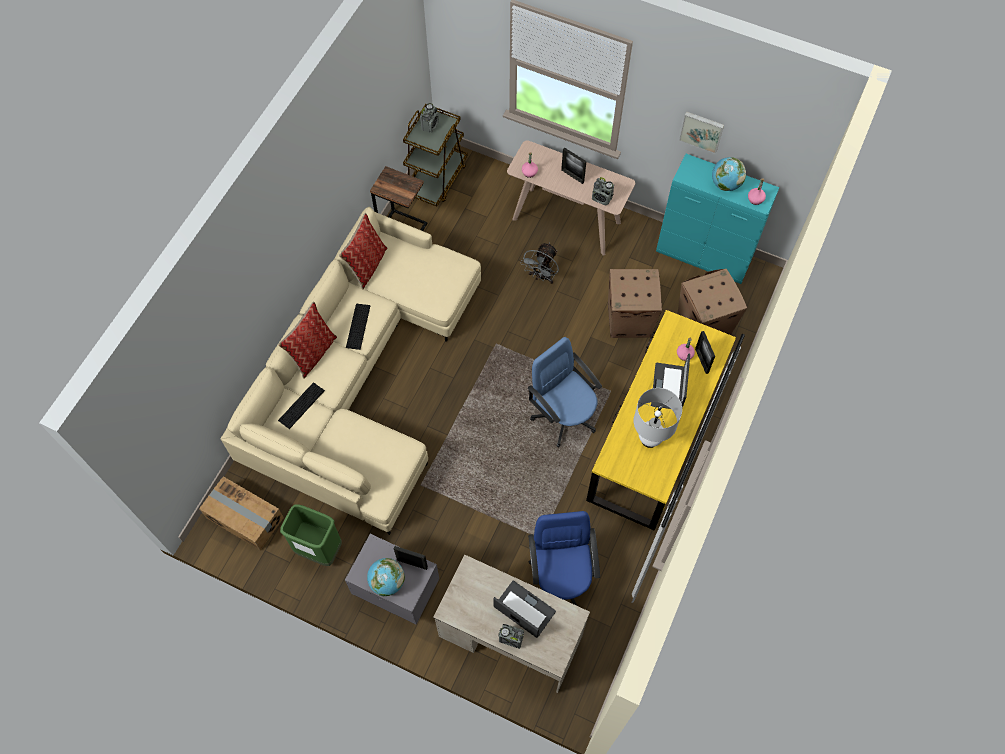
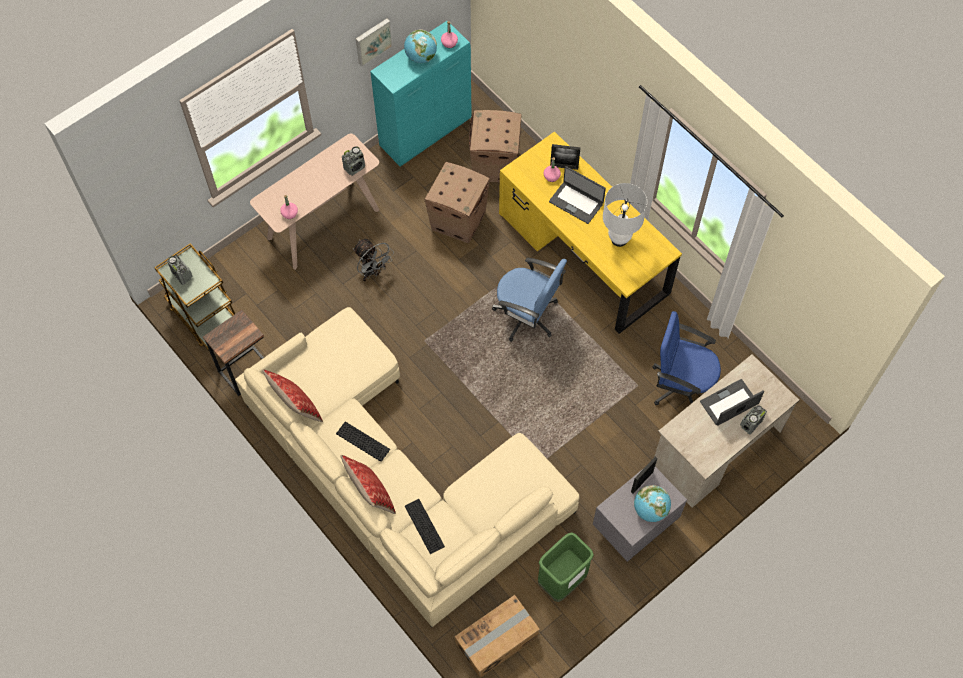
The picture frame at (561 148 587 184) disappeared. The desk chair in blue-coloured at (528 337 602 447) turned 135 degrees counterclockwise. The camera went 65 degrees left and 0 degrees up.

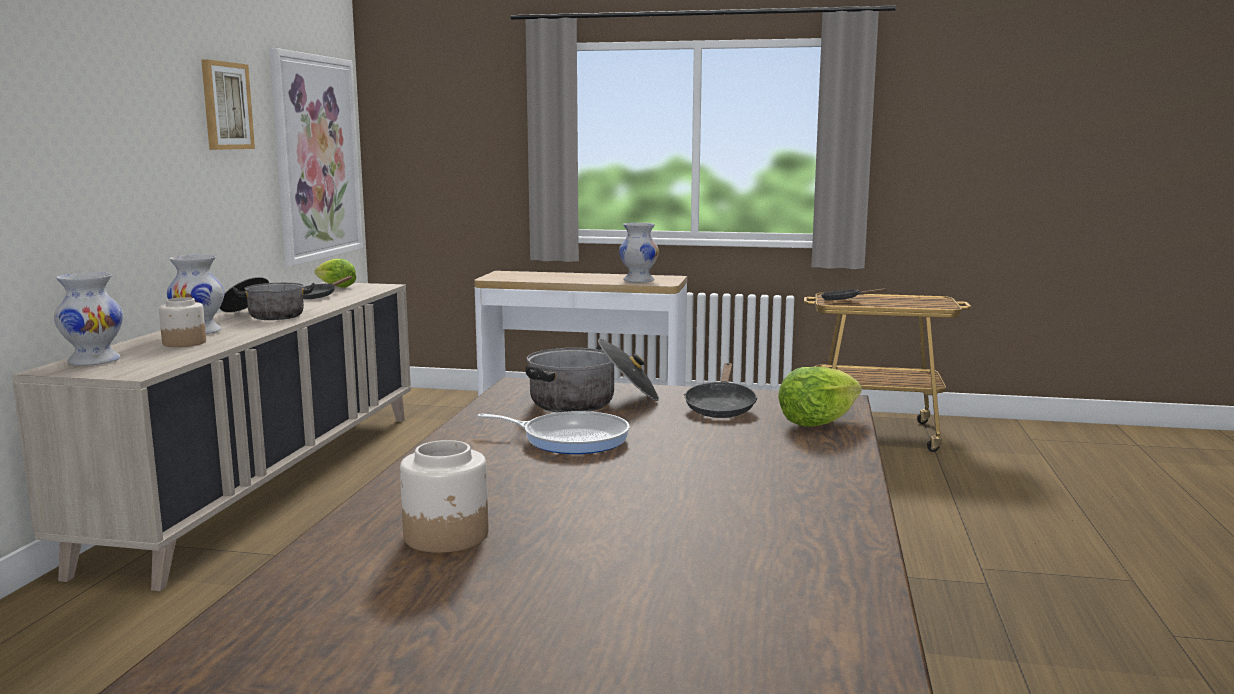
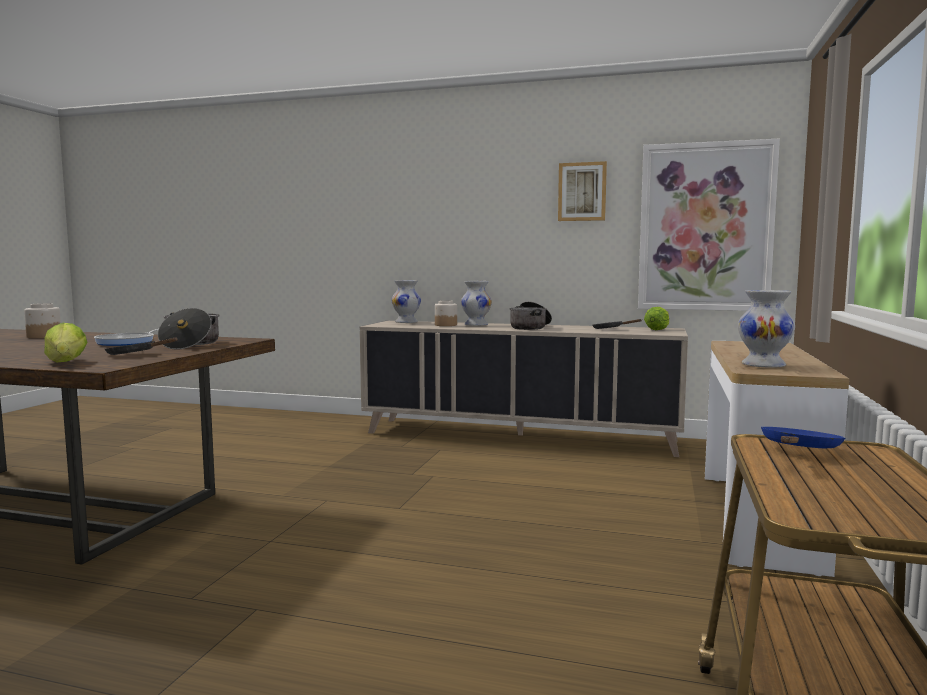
The frying pan in black at (821 288 887 300) became the frying pan in blue-coloured at (761 427 845 448). The camera went 95 degrees right and 5 degrees down.

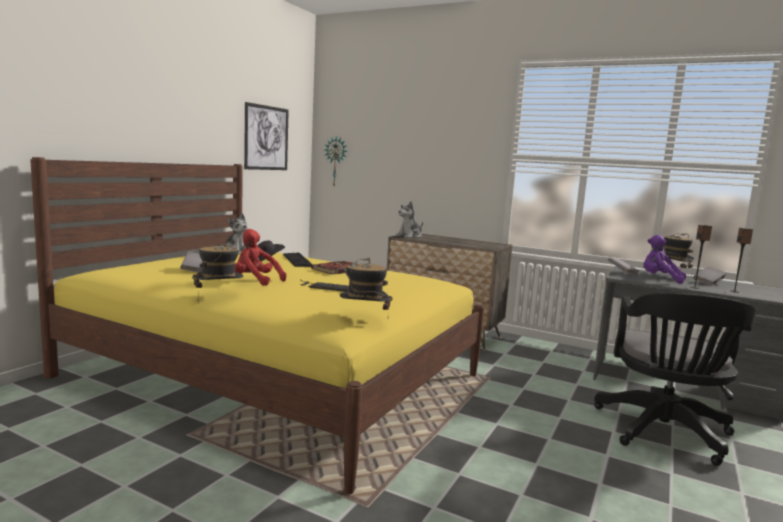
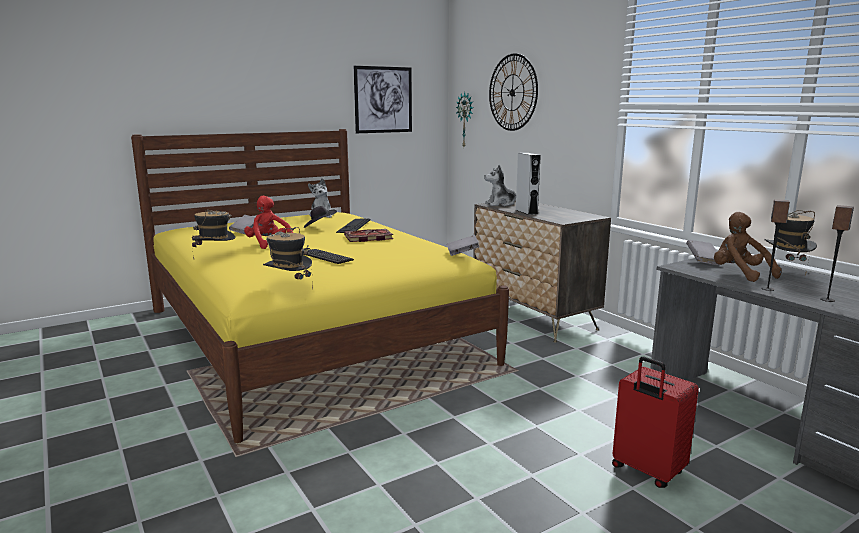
The wall clock at (489 53 538 131) appeared. The loudspeaker in greyish at (516 153 541 215) appeared. The book in greyish moved from (693 267 727 286) to (447 235 480 256). The desk chair in black at (594 293 756 466) was replaced by the suitcase in red-coloured at (612 356 699 488). The soft toy in purplish at (643 235 686 284) became the soft toy in brown-coloured at (714 212 782 282). The camera went 30 degrees right and 5 degrees up.

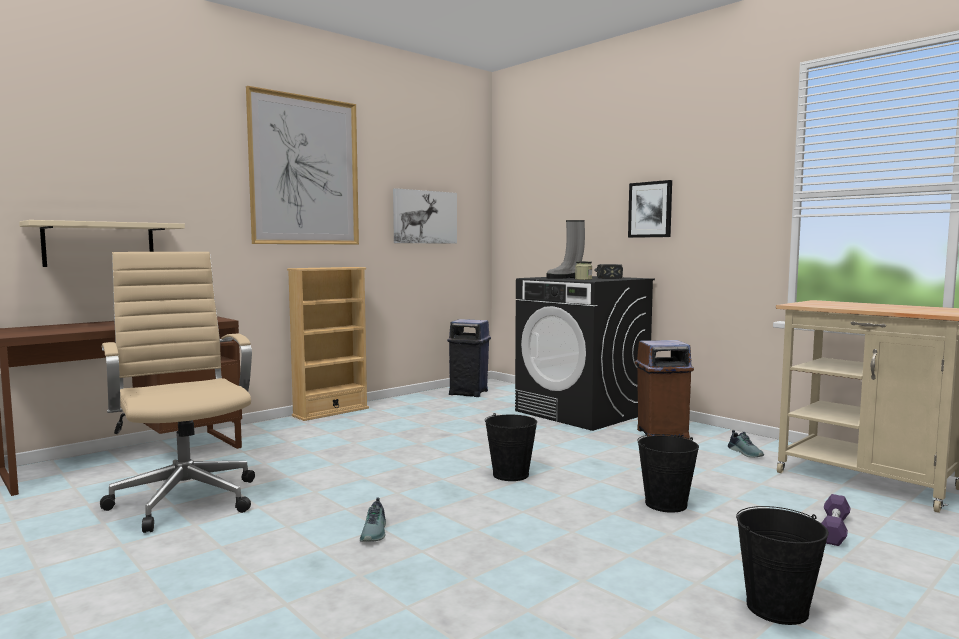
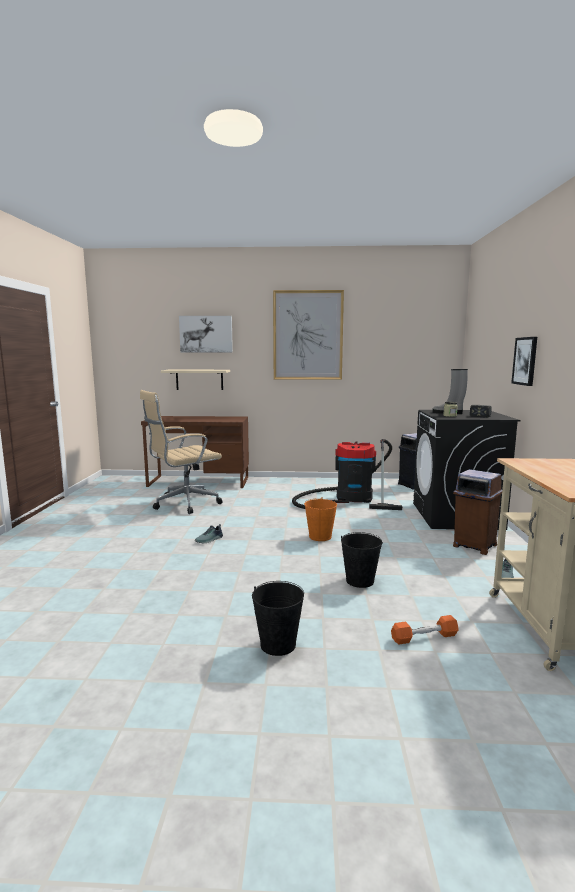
The shelving unit in sand-coloured at (287 267 369 421) disappeared. The vacuum at (292 439 402 510) appeared. The wall art moved from (393 188 457 244) to (179 316 233 352). The water bucket in black at (485 413 537 481) became the water bucket in orangey at (304 497 337 541). The dumbbell in purplish at (821 494 850 546) became the dumbbell in orangey at (391 615 458 645). The desk chair in sand-coloured at (100 252 255 533) turned 135 degrees counterclockwise. The camera went 45 degrees right and 5 degrees up.

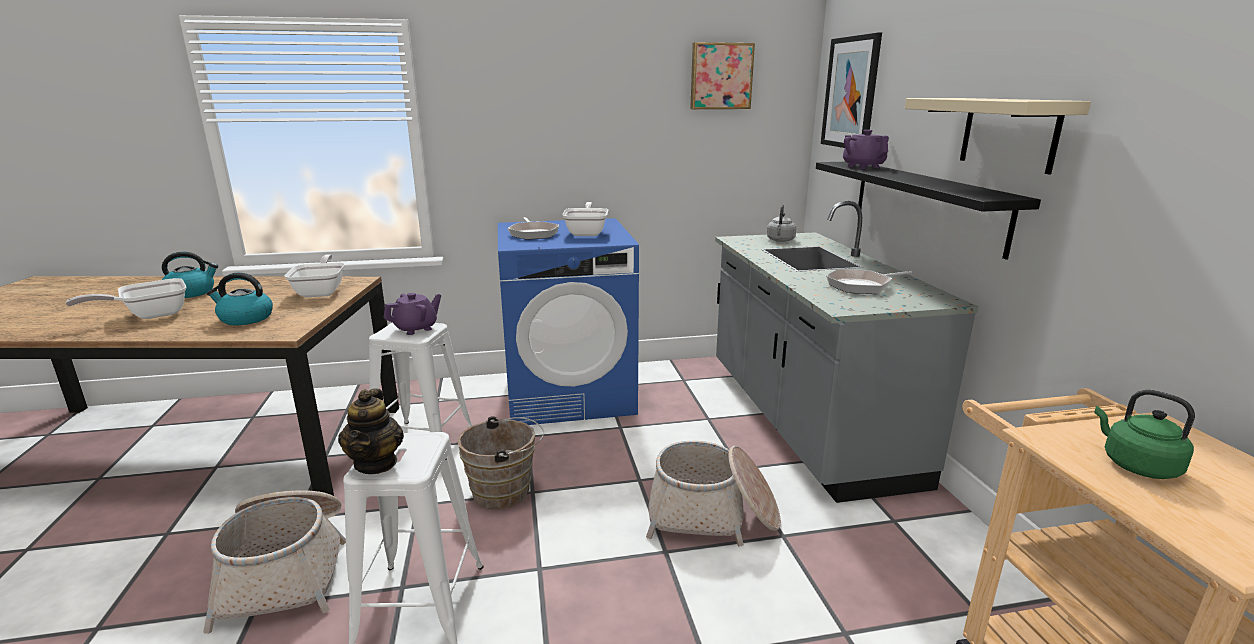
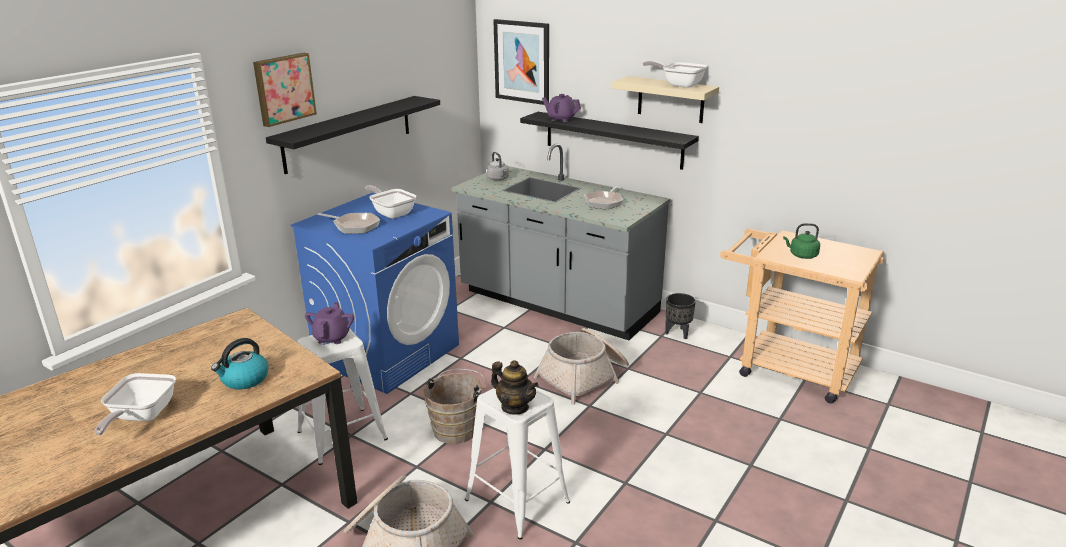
The tea kettle at (162 252 218 298) disappeared. The shelf in black at (266 96 440 174) appeared. The flower pot in black at (665 293 696 339) appeared. The frying pan moved from (285 254 345 297) to (643 61 707 88). The wall art moved from (690 42 755 109) to (253 53 317 127). The camera went 45 degrees left and 5 degrees up.

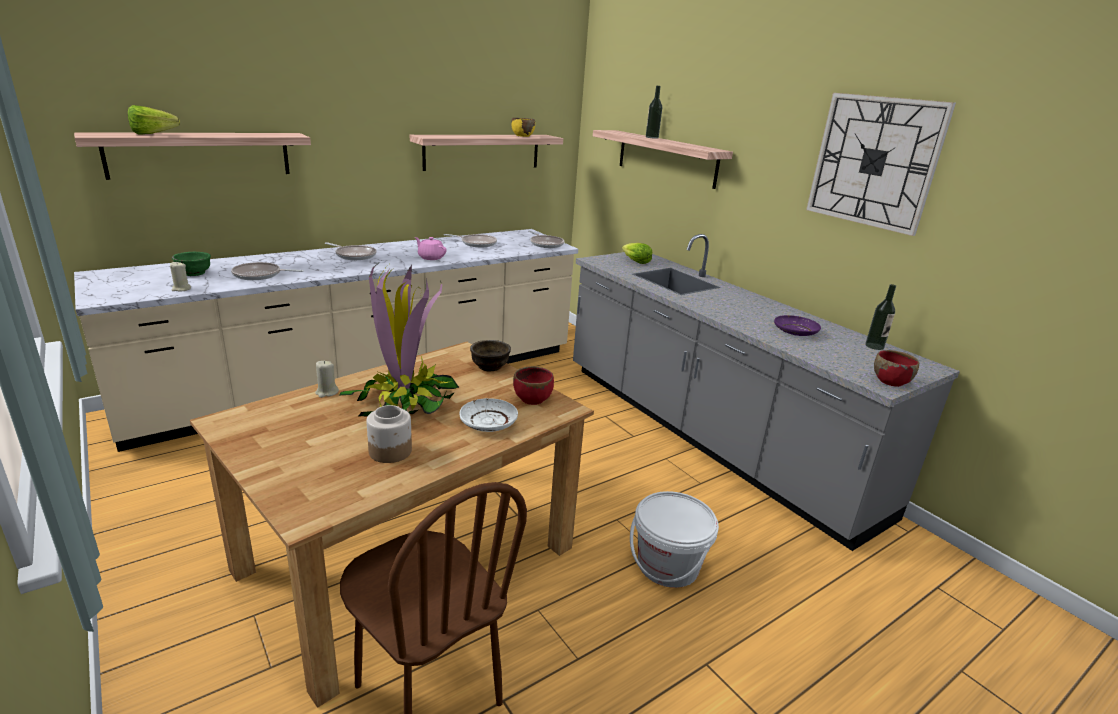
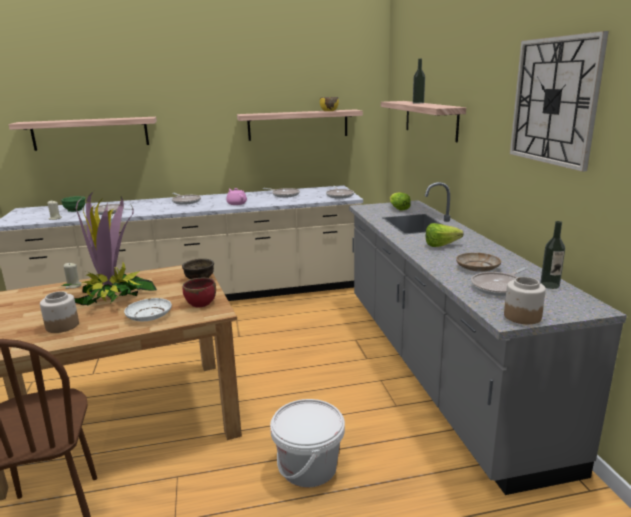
The frying pan at (471 267 528 296) appeared. The lettuce moved from (128 105 180 135) to (426 223 463 247). The serving bowl in red-coloured at (874 350 919 387) was replaced by the preserve jar at (504 277 546 324). The plate in purplish at (774 315 821 336) became the plate in sand-coloured at (456 253 501 272). The camera went 25 degrees right and 5 degrees down.

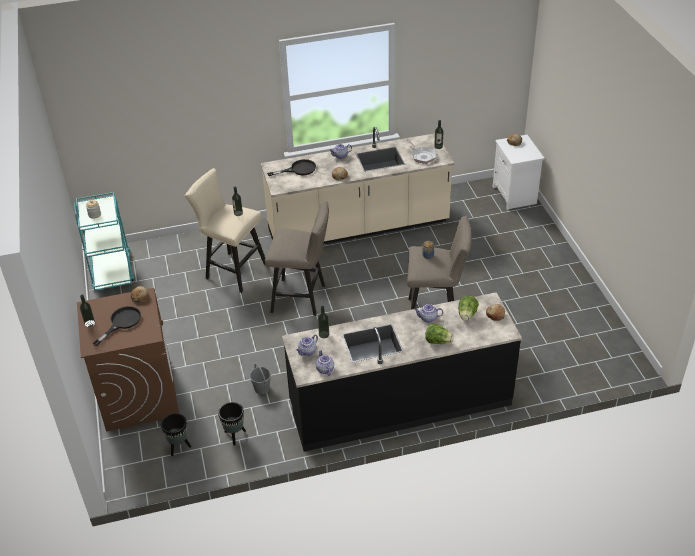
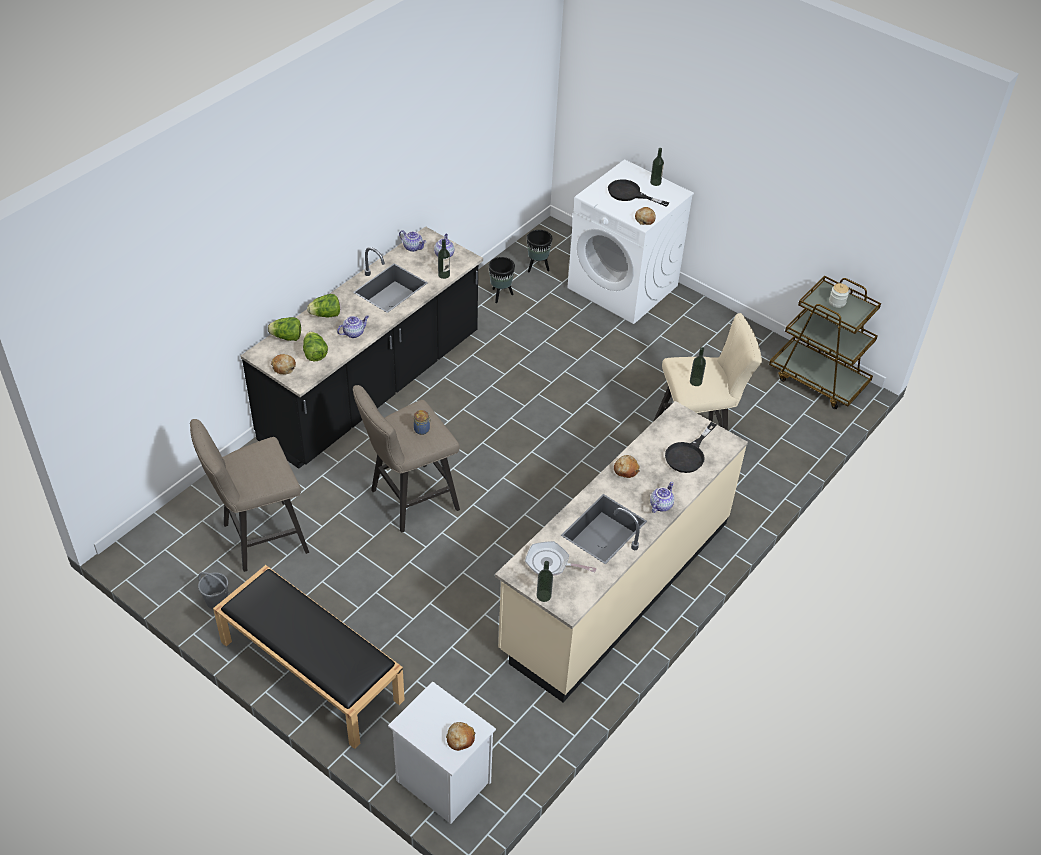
The long seat in black at (213 565 405 749) appeared. The lettuce at (268 317 301 341) appeared. The water bucket in greyish moved from (250 363 271 394) to (198 572 228 609). The stool in sand-coloured moved from (265 201 329 316) to (190 419 309 572). The trolley in turquoise-coloured at (74 192 134 291) became the trolley in brown-coloured at (769 276 881 409). The laundry machine in brown-coloured at (77 288 179 431) became the laundry machine in white at (567 159 694 324). The frying pan in black at (92 306 141 346) turned 120 degrees clockwise. The camera went 140 degrees right and 5 degrees up.

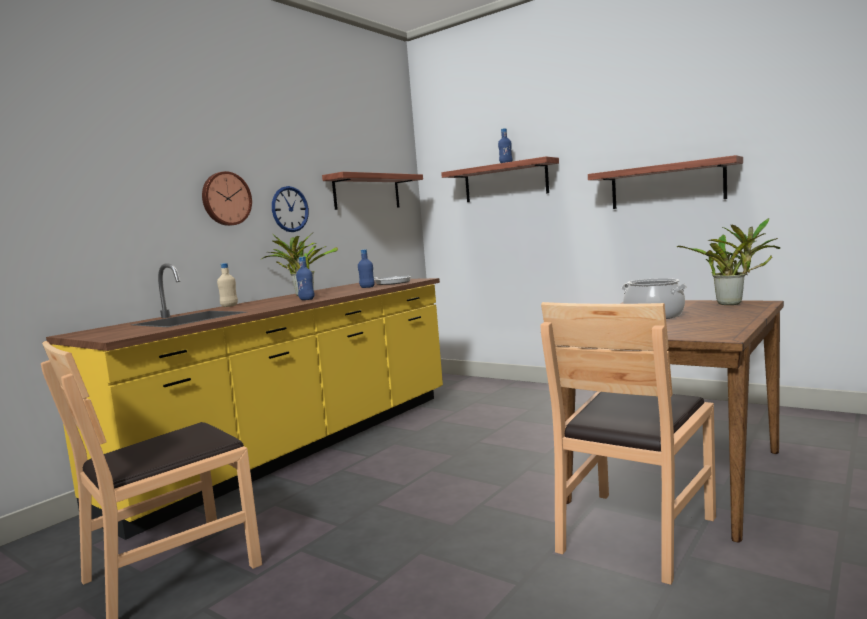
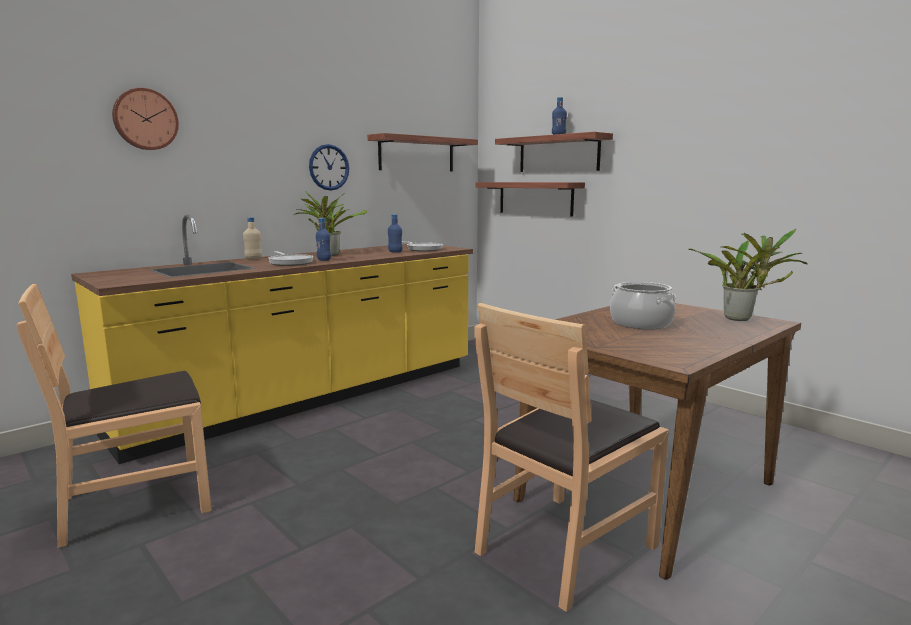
The frying pan at (268 251 313 266) appeared. The wall clock moved from (202 171 252 226) to (112 88 179 150). The shelf moved from (588 155 743 209) to (476 182 585 217). The camera went 10 degrees right and 5 degrees up.

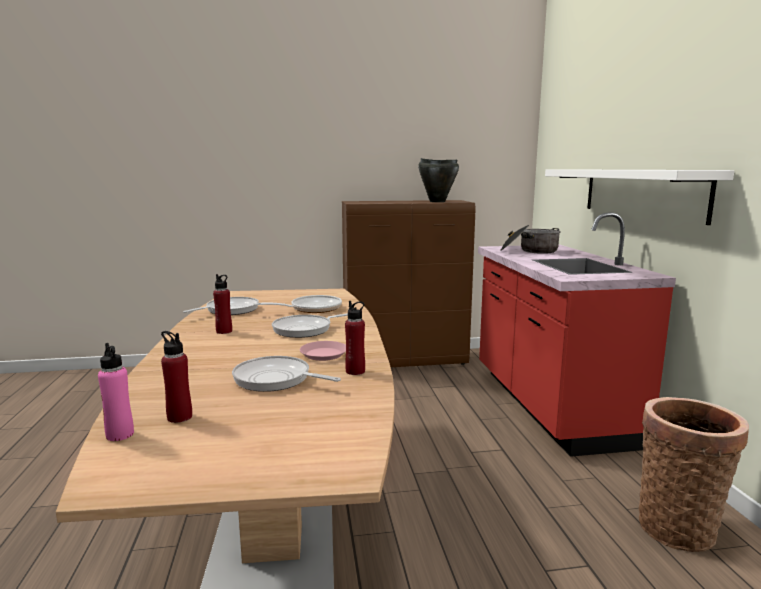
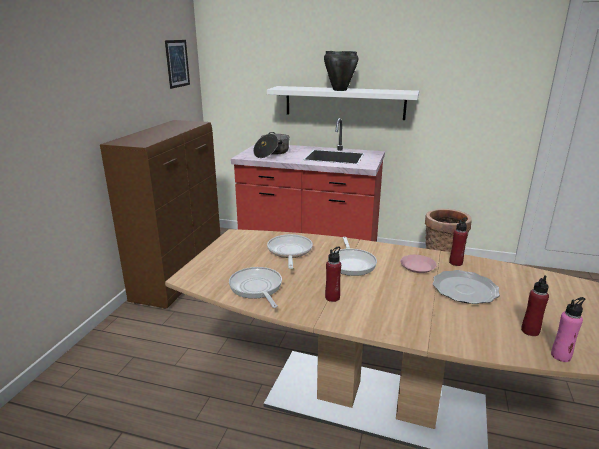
The wall art at (165 40 190 89) appeared. The cooking pot in black moved from (418 158 459 202) to (324 51 358 91). The frying pan at (232 356 341 392) was replaced by the plate at (432 270 500 304). The camera went 65 degrees left and 10 degrees up.

